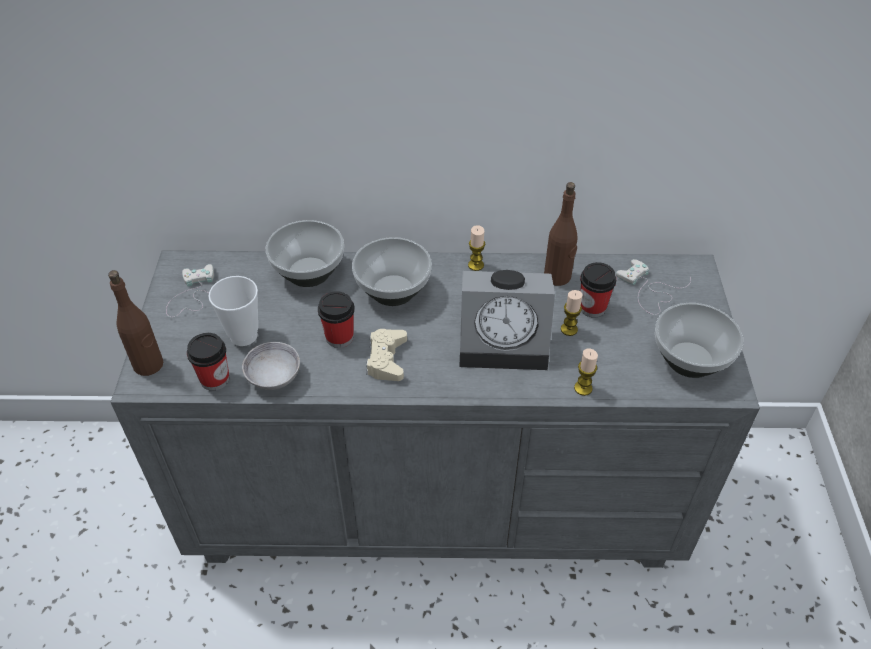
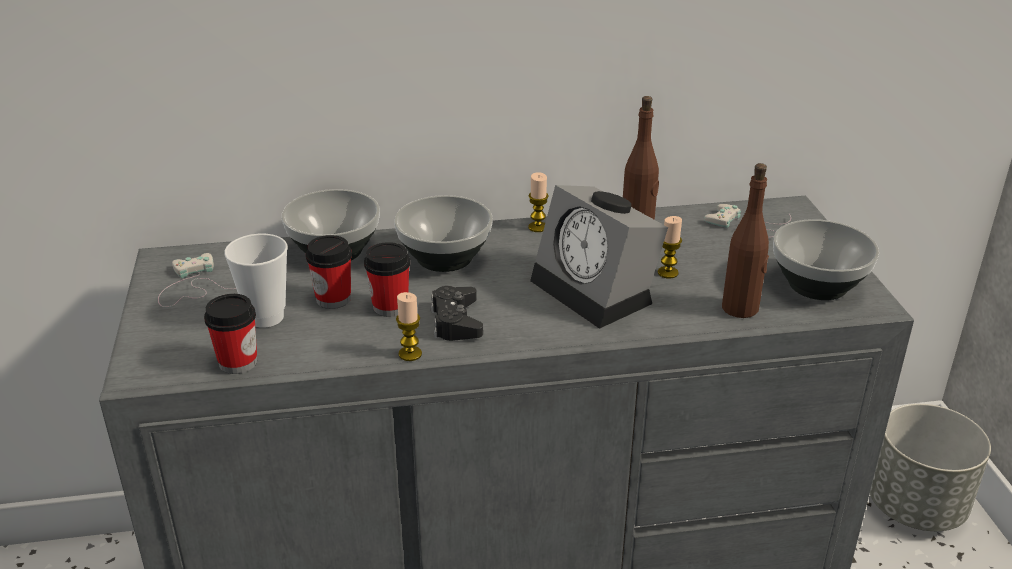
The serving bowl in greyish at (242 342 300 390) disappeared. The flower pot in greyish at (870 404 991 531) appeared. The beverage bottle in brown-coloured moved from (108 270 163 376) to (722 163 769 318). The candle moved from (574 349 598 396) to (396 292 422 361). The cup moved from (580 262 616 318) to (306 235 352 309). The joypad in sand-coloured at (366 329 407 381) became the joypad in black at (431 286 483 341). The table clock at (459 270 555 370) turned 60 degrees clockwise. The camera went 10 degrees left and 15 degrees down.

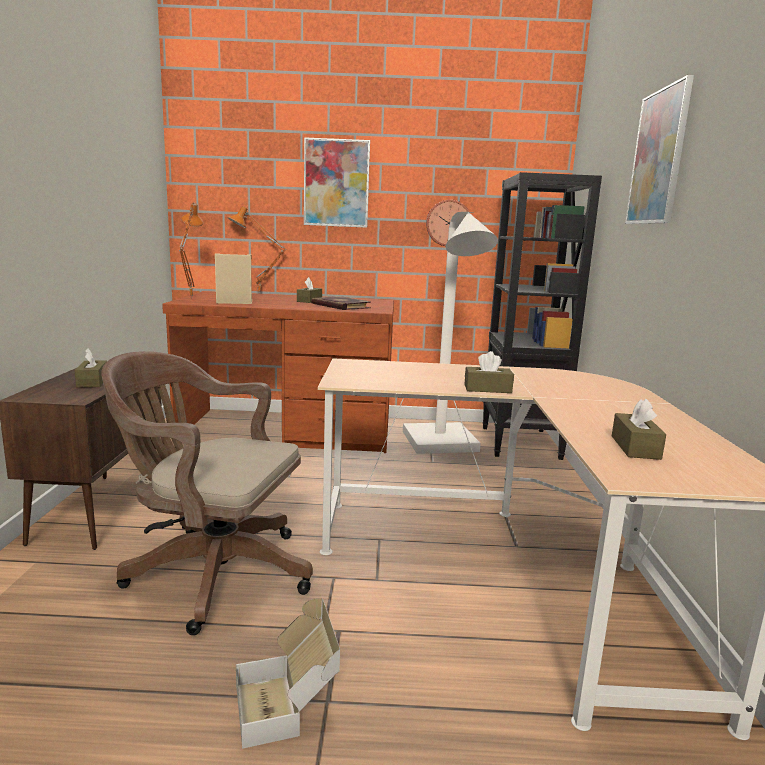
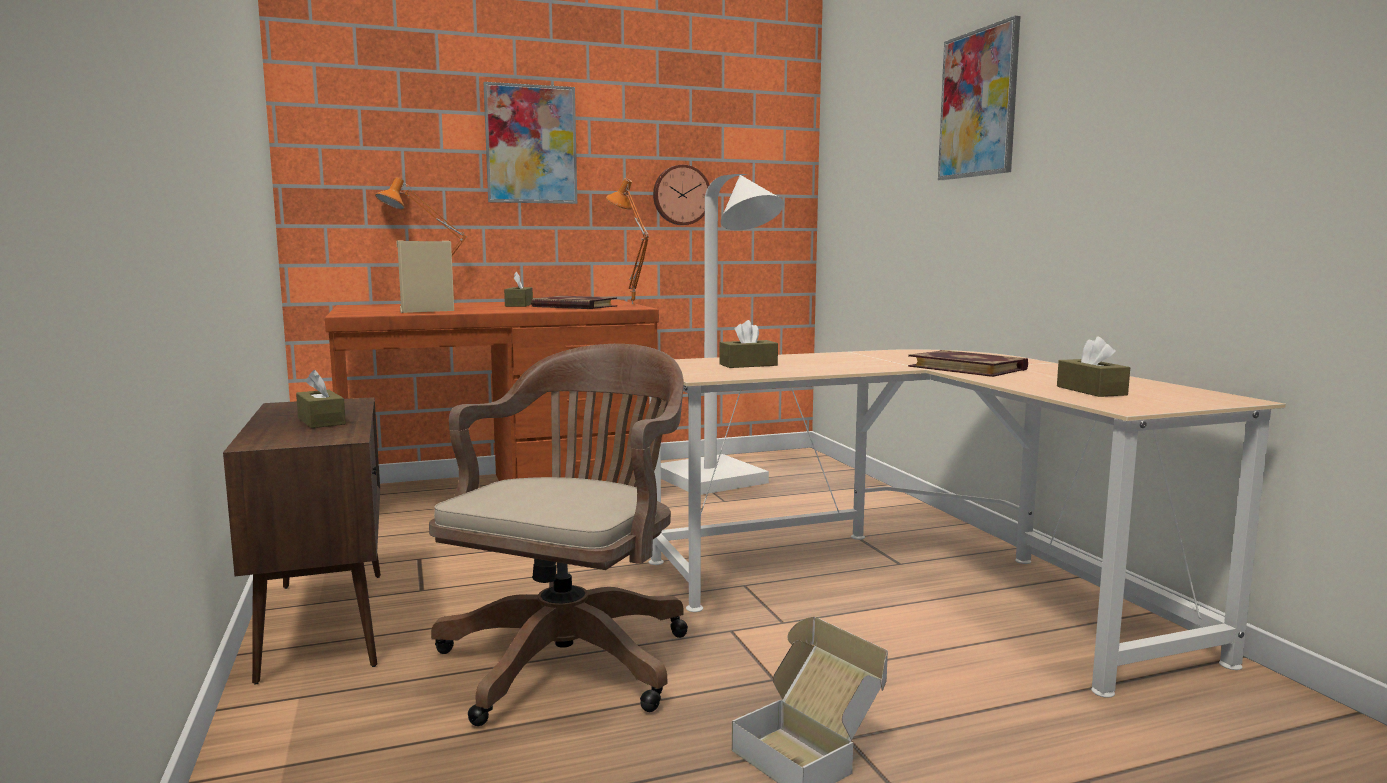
The shelving unit in black at (482 172 602 460) disappeared. The book at (908 350 1028 377) appeared. The lamp for a table in orangey moved from (179 203 204 296) to (606 178 649 304). The box of tissues in brown-coloured moved from (464 351 514 393) to (719 320 778 368). The desk chair in brown-coloured at (102 351 313 635) turned 120 degrees clockwise. The camera went 20 degrees left and 5 degrees down.

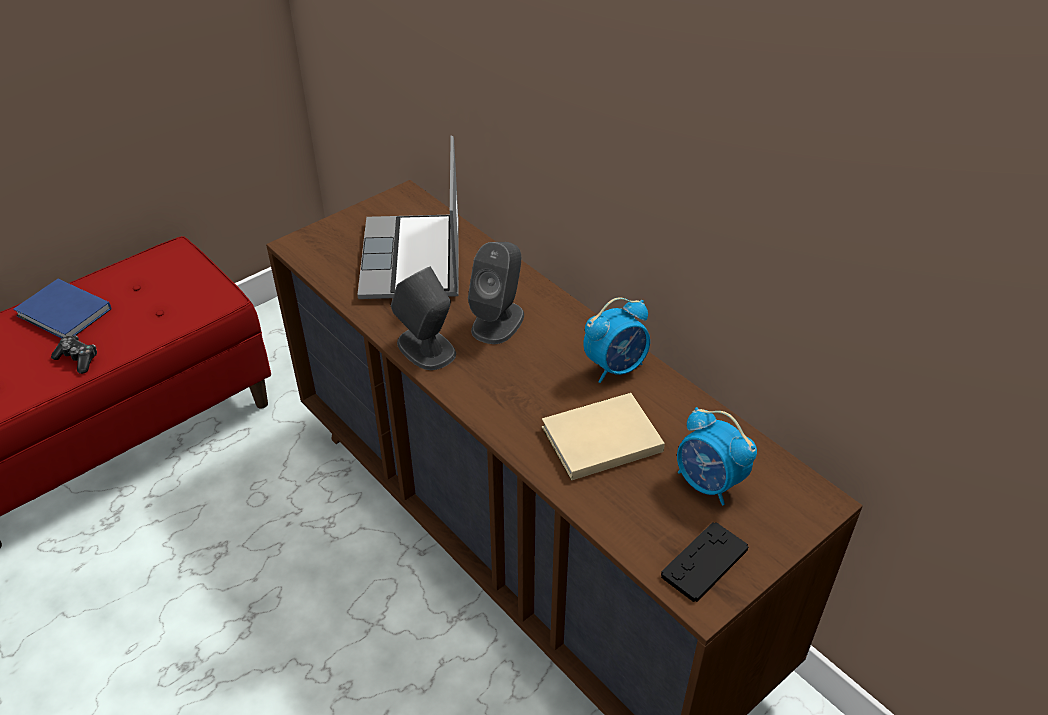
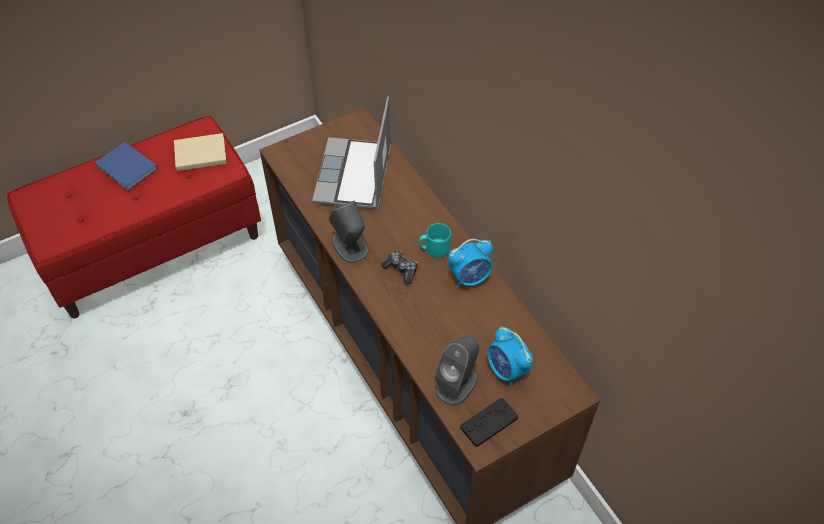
The mug in turquoise-coloured at (419 223 451 258) appeared. The joypad moved from (51 335 97 374) to (381 250 418 285). The loudspeaker in greyish moved from (468 242 524 344) to (435 335 479 406). The book in sand-coloured moved from (542 393 665 481) to (174 133 227 171). The camera went 10 degrees right and 10 degrees up.

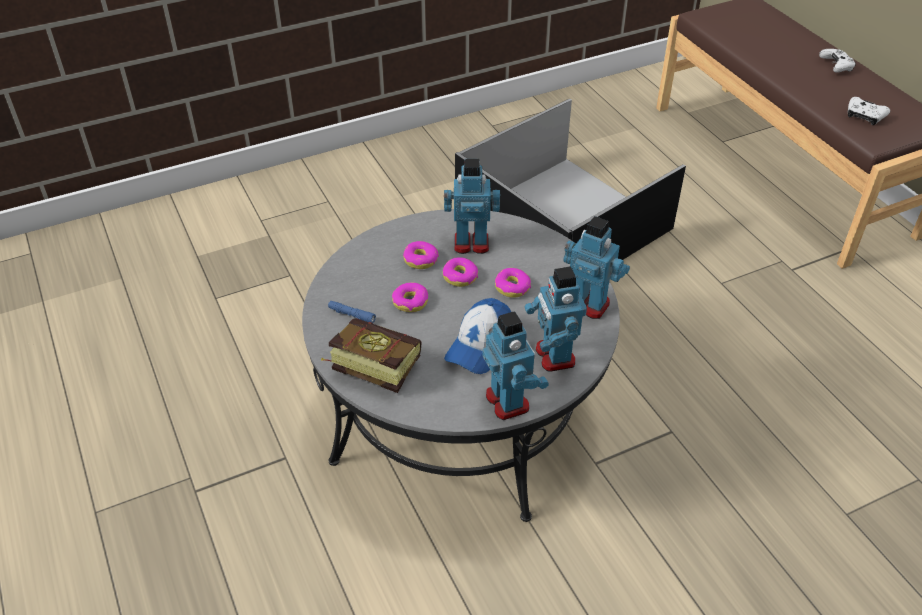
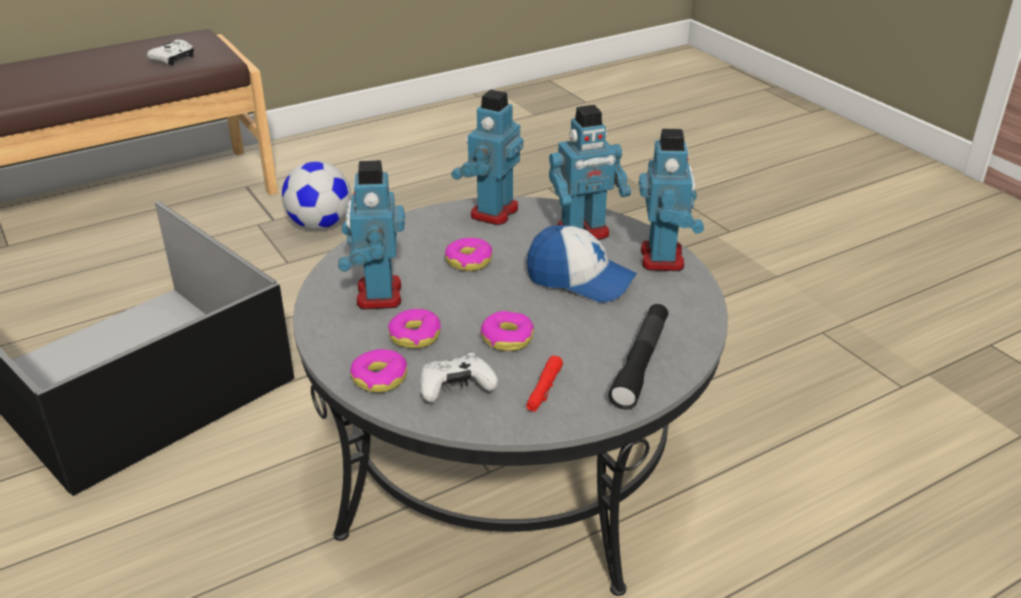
The ball for football at (282 161 351 230) appeared. The donut moved from (443 257 478 287) to (350 349 407 393). The joypad in white moved from (819 49 856 73) to (420 353 498 403). The book at (321 318 422 393) was replaced by the hand torch in black at (608 304 668 410). The hand torch in blue-coloured at (328 301 376 323) became the hand torch in red-coloured at (526 355 563 412). The robot figure at (482 311 549 420) turned 120 degrees clockwise. The camera went 95 degrees left and 10 degrees down.

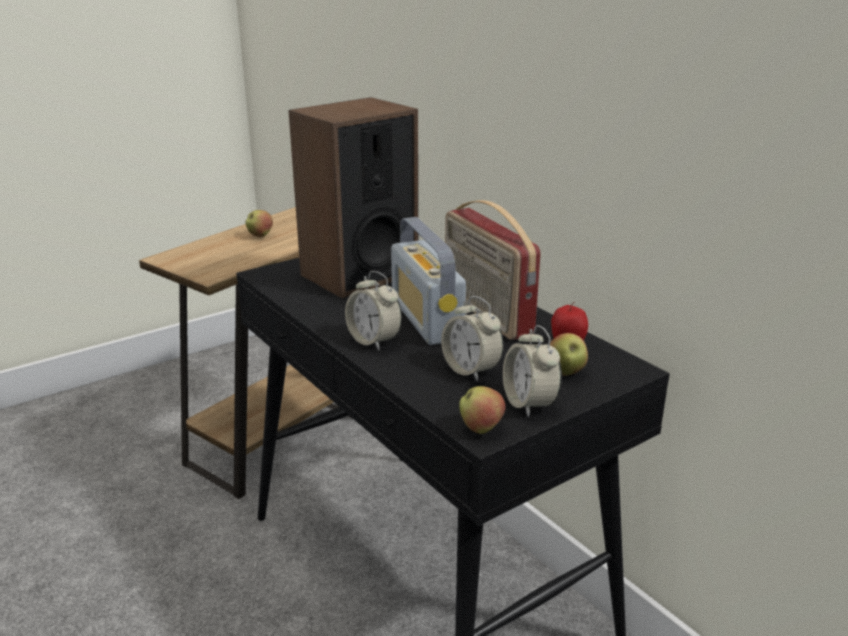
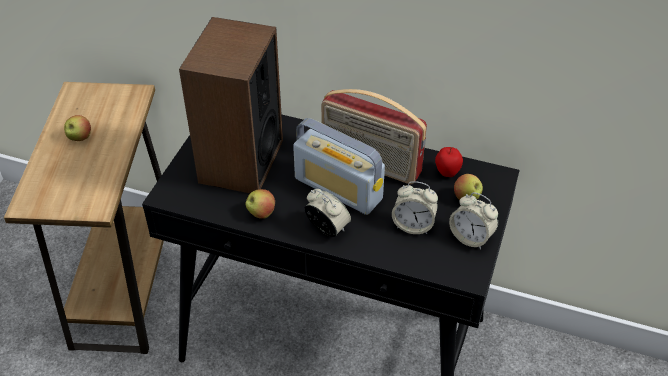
The apple moved from (459 386 506 434) to (245 189 275 219). The table clock at (345 271 402 350) turned 150 degrees counterclockwise. The camera went 35 degrees left and 20 degrees up.

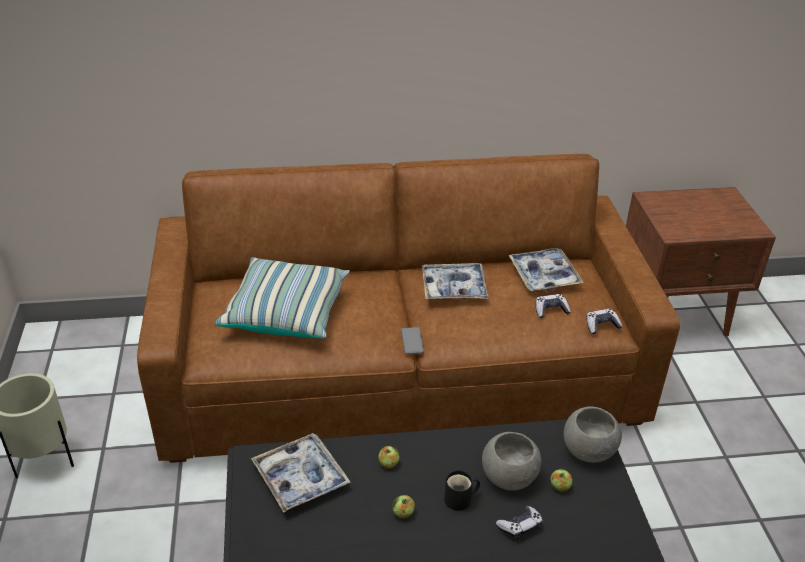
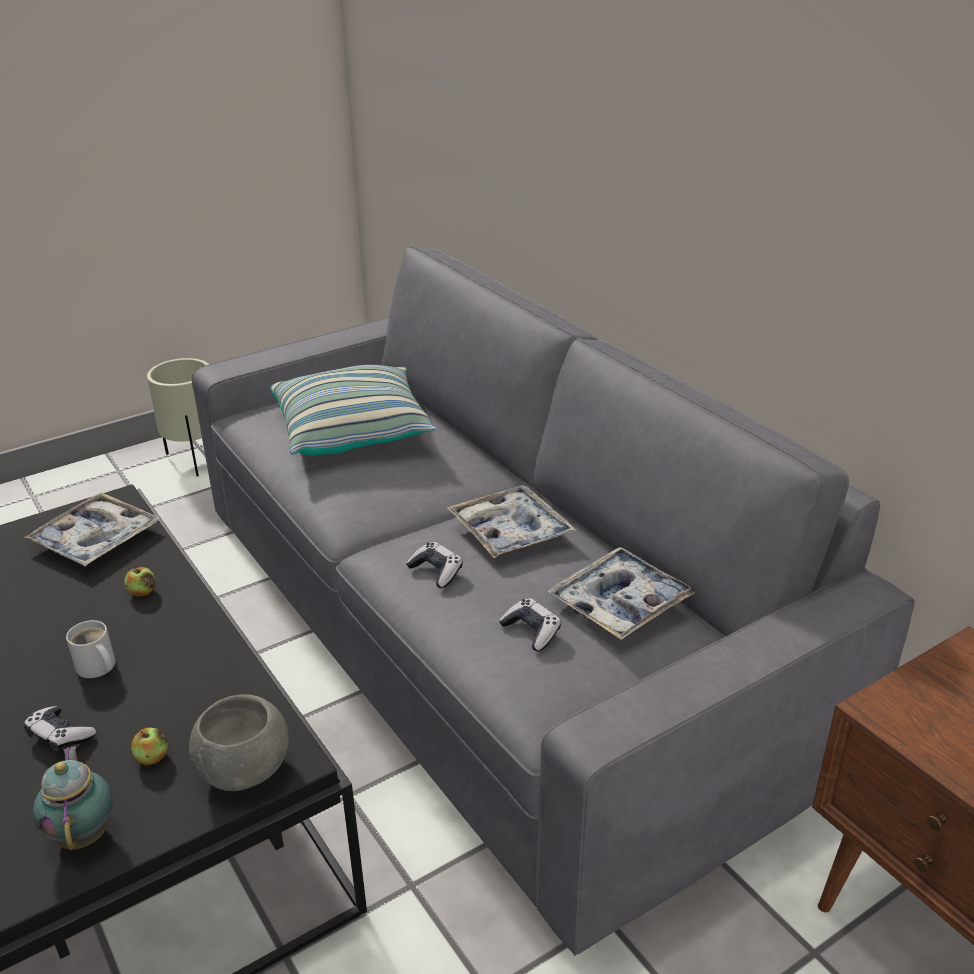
The apple at (392 495 415 519) disappeared. The phone at (401 327 424 354) disappeared. The serving bowl in greyish at (482 432 541 490) disappeared. The pot for tea at (33 747 113 850) appeared. The joypad moved from (586 308 622 334) to (406 542 463 588). The sofa in brown-coloured at (137 154 680 463) became the sofa in greyish at (192 246 914 956). The mug in black at (444 470 480 511) became the mug in white at (66 620 115 678). The camera went 65 degrees right and 5 degrees down.

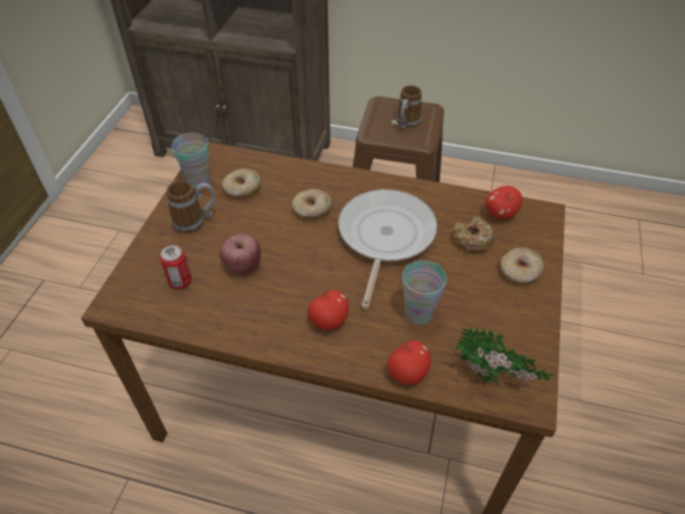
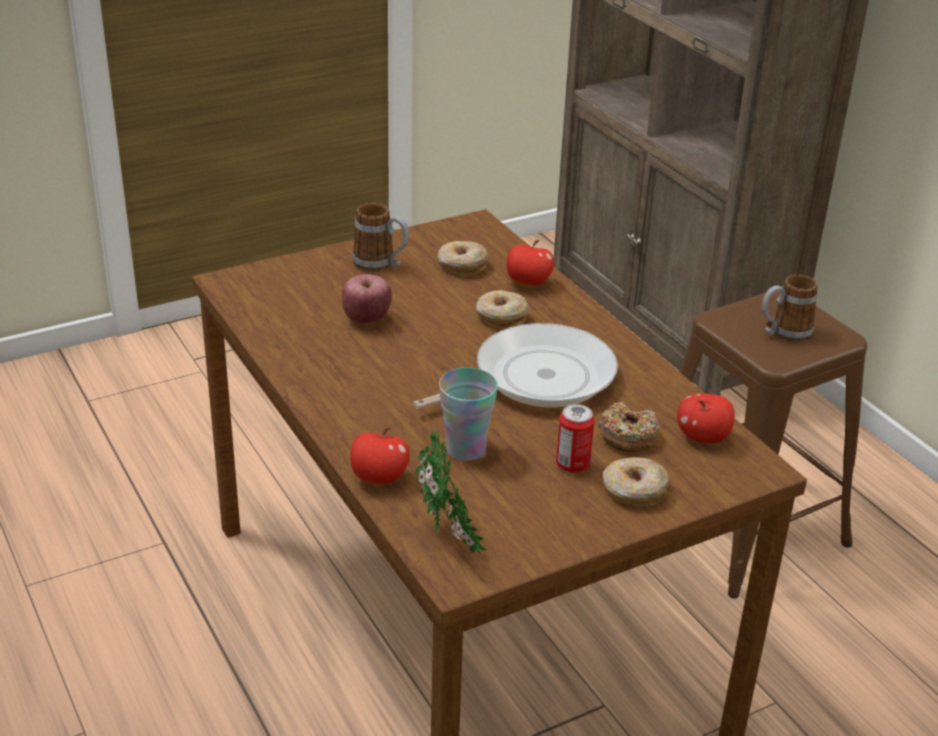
The cup at (171 133 210 189) disappeared. The sealed can moved from (160 245 192 289) to (556 404 595 472). The apple moved from (308 288 349 331) to (506 240 554 286). The camera went 45 degrees right and 15 degrees down.

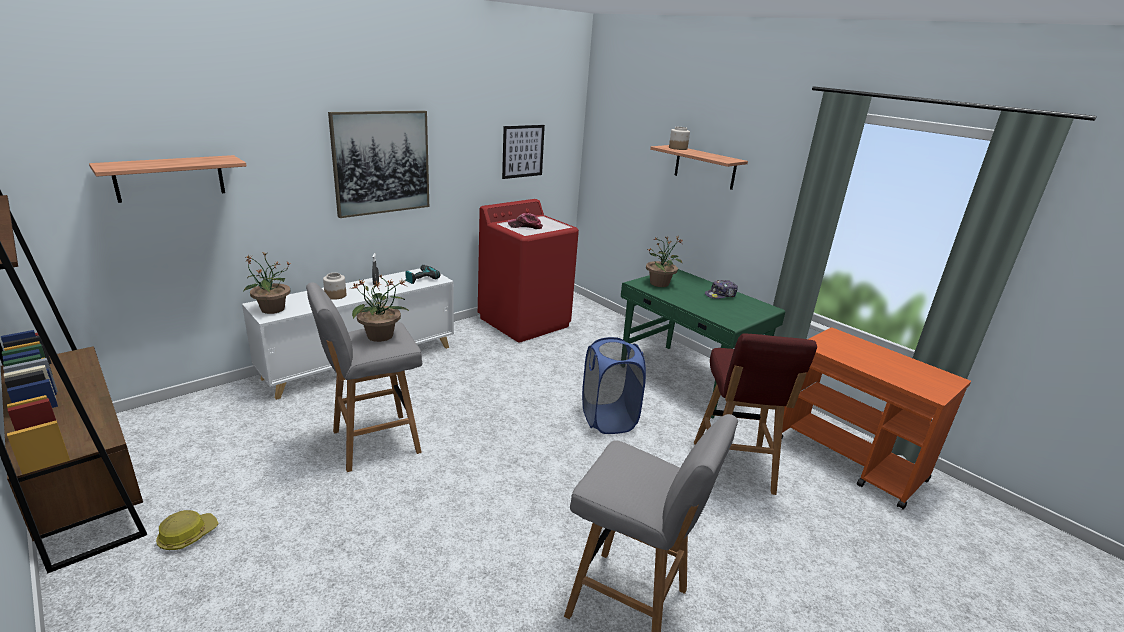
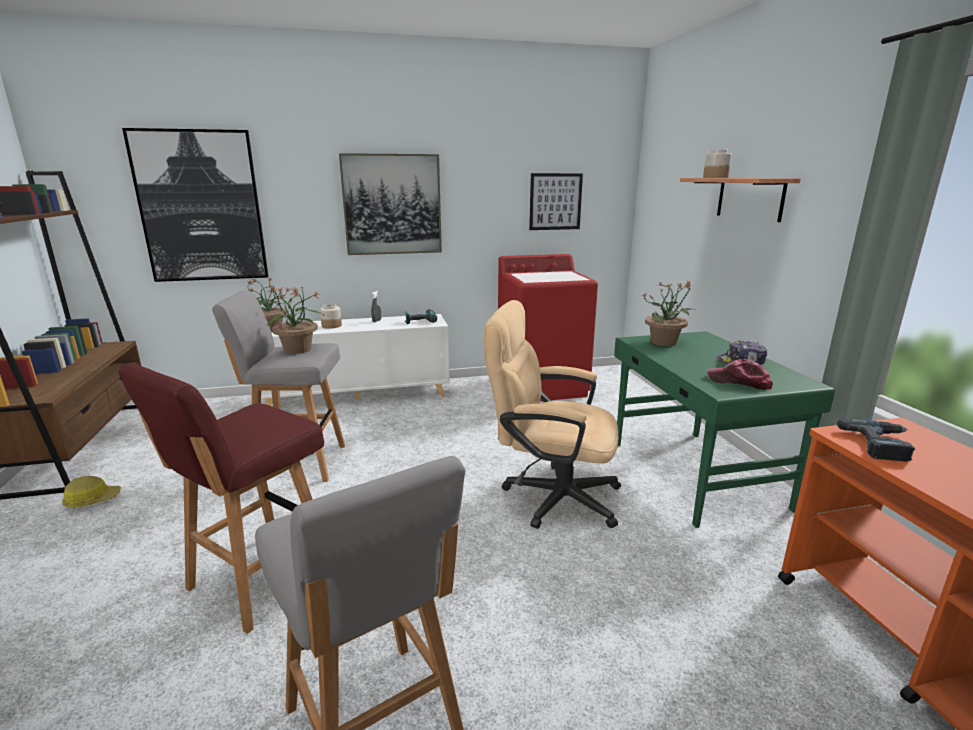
The power drill at (837 418 915 462) appeared. The cap moved from (507 213 543 229) to (707 359 773 390). The stool in red-coloured moved from (694 334 817 495) to (118 363 324 634). The shelf at (89 155 247 203) was replaced by the wall art at (122 128 269 282). The laundry basket in blue-coloured at (582 337 646 434) was replaced by the desk chair in sand-coloured at (484 300 621 529). The camera went 30 degrees right and 5 degrees down.

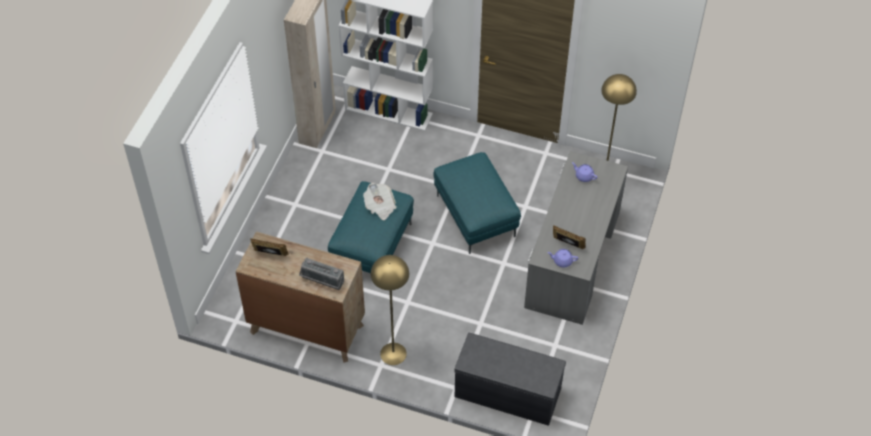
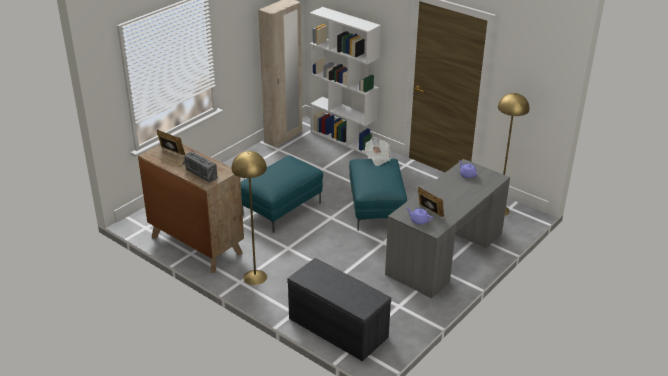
The printed paper moved from (363 183 397 220) to (365 137 391 166). The camera went 20 degrees right and 20 degrees down.

